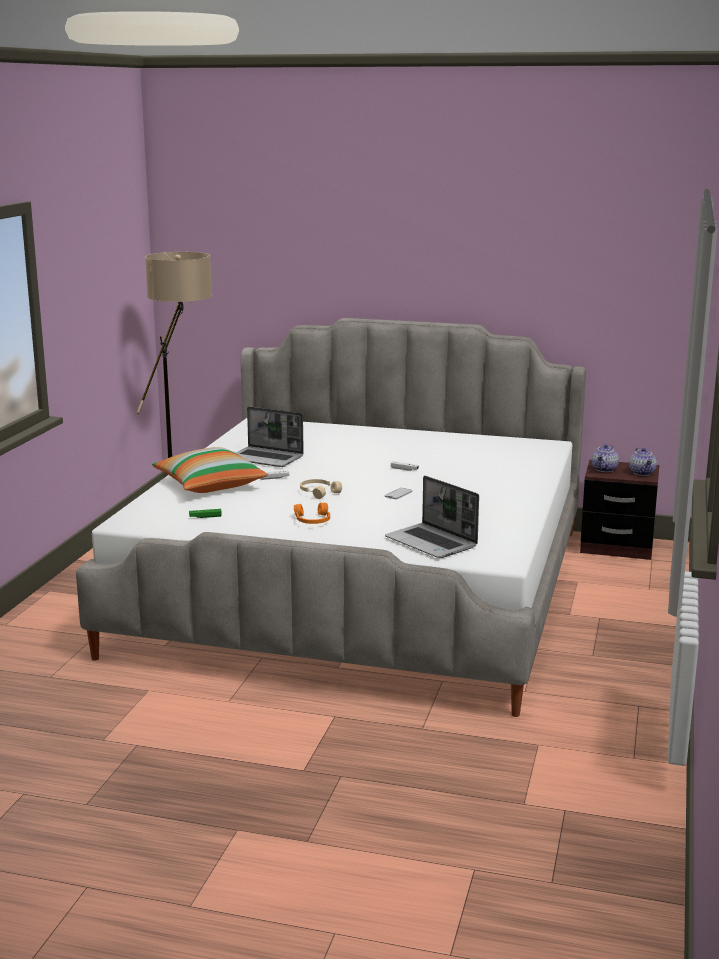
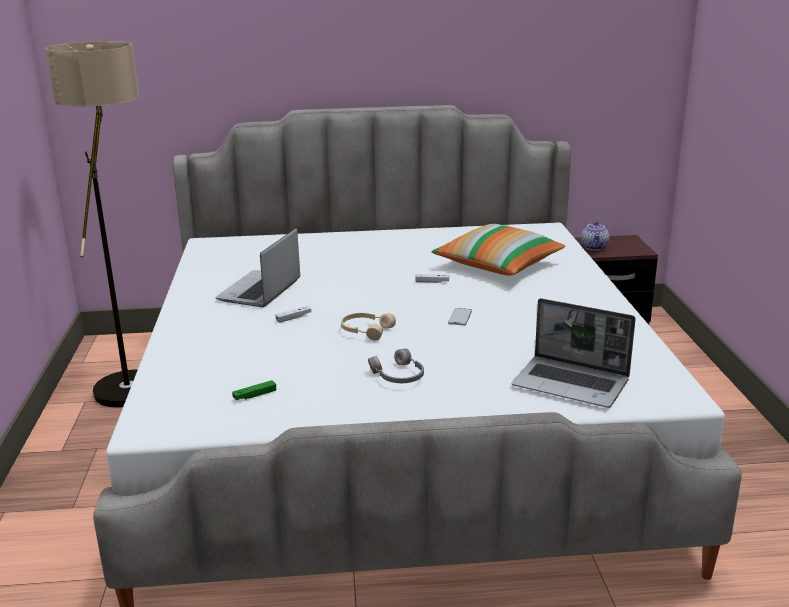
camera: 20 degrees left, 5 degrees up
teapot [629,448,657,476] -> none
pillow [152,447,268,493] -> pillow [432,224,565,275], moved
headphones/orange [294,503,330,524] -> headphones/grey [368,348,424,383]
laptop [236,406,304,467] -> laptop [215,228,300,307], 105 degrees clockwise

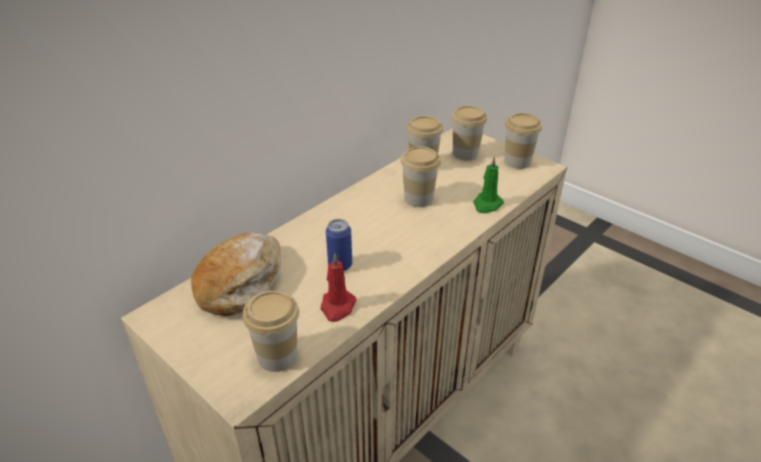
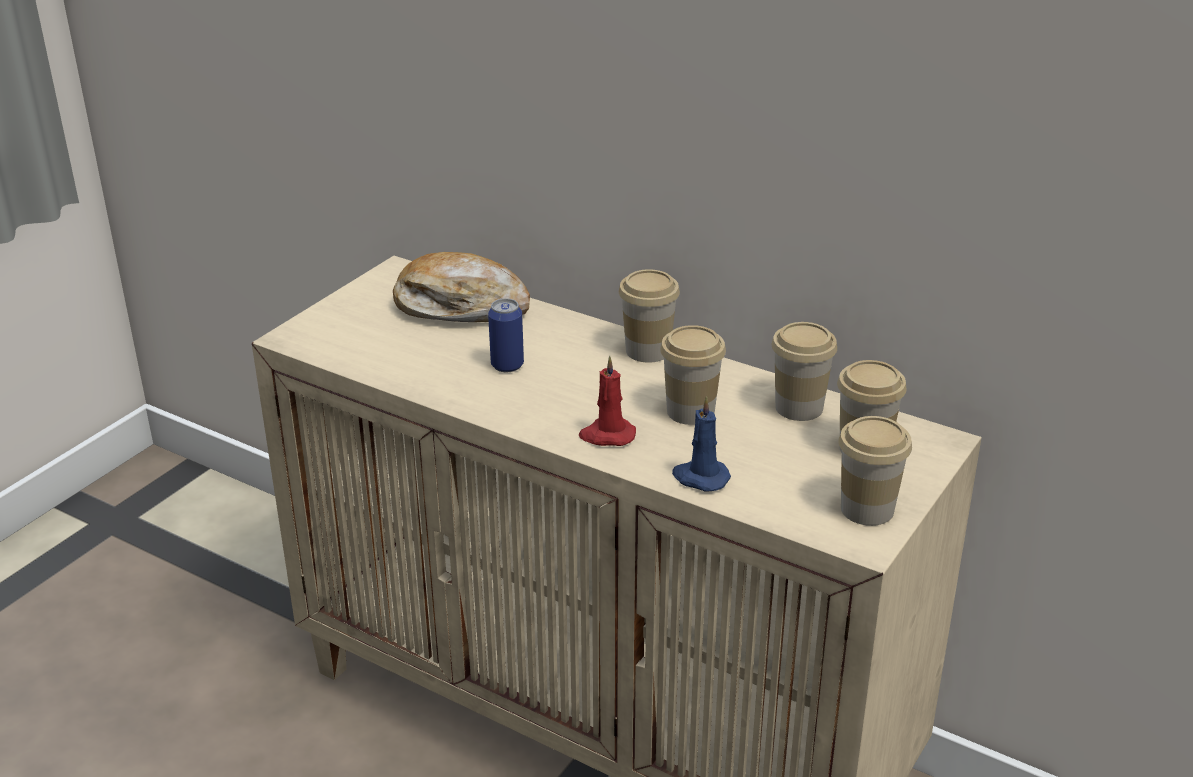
camera: 80 degrees right, 5 degrees down
cup [243,291,299,372] -> cup [619,269,680,363], moved
candle/red [321,254,357,322] -> candle/red [578,356,636,446], moved
candle/green [473,156,504,213] -> candle/blue [672,397,731,491]

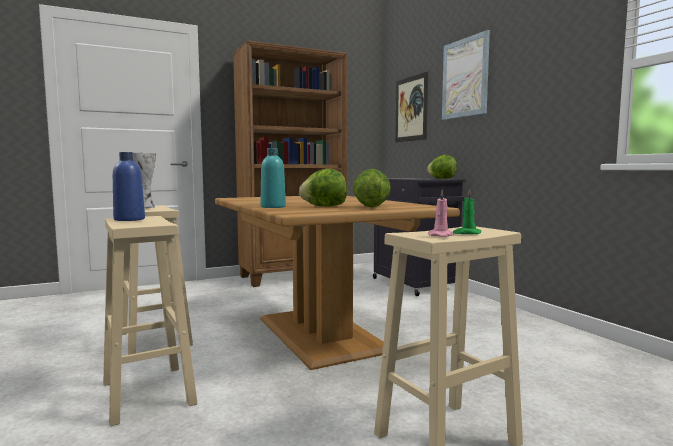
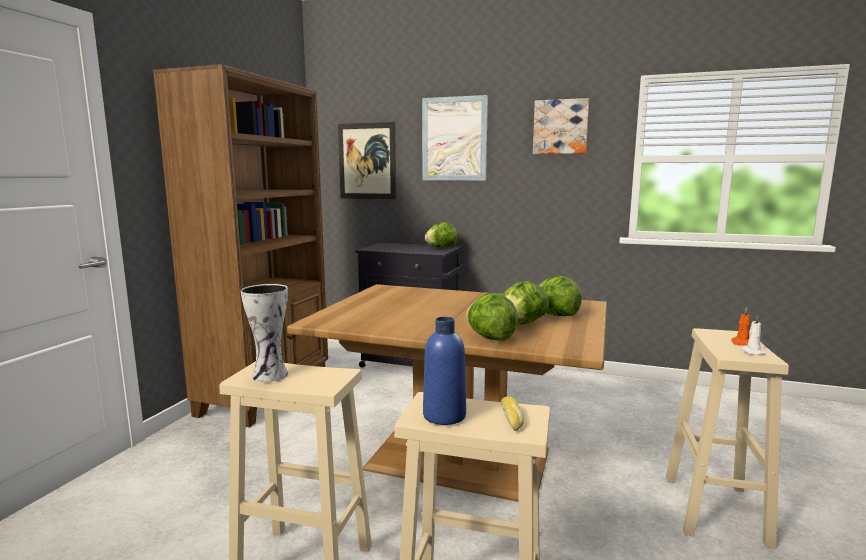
camera: 45 degrees left, 5 degrees up
none -> bread [501,397,524,431]
none -> picture [533,98,589,154]
bottle/turquoise [261,148,286,208] -> lettuce [466,293,518,341]
candle/pink [428,190,453,237] -> candle/white [741,315,766,355]
candle/green [453,189,481,234] -> candle/orange [731,307,750,346]

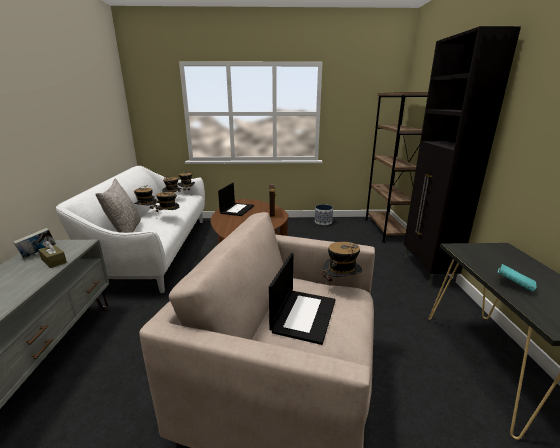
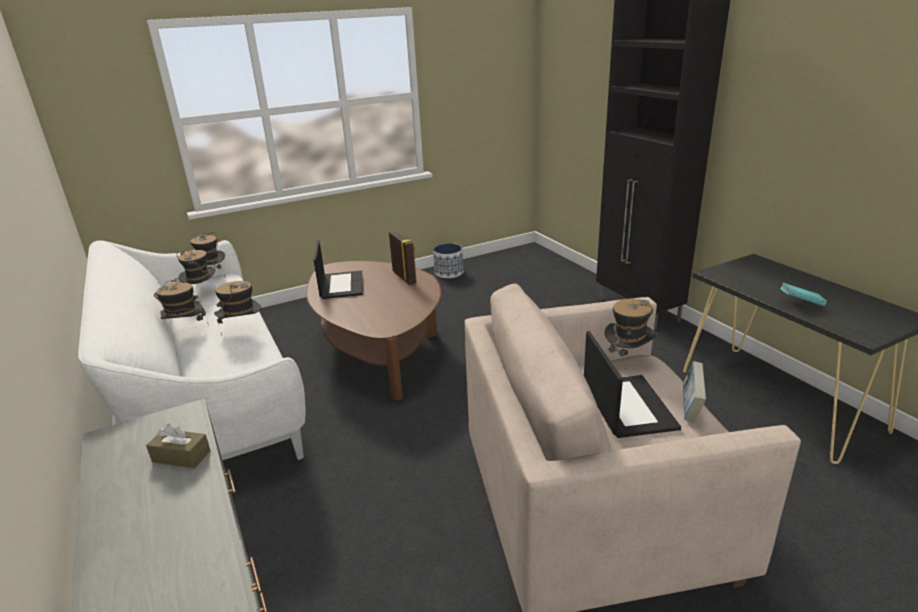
camera: 25 degrees left, 5 degrees up
pillow/grey [95,179,141,233] -> none
bookcase/brown [365,92,428,243] -> none
book [13,228,56,258] -> book [683,361,706,422], moved

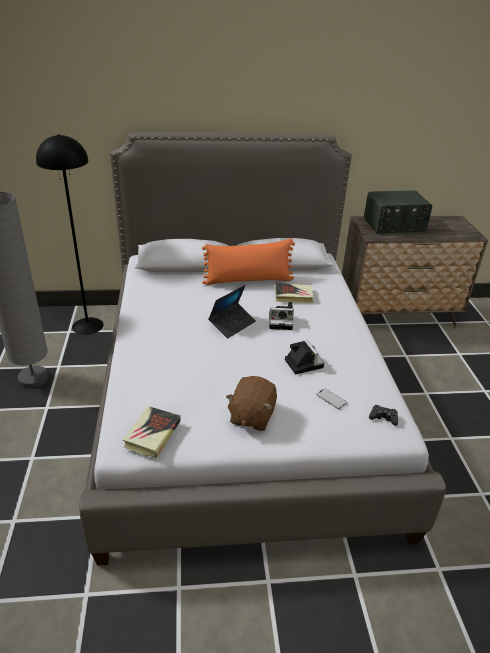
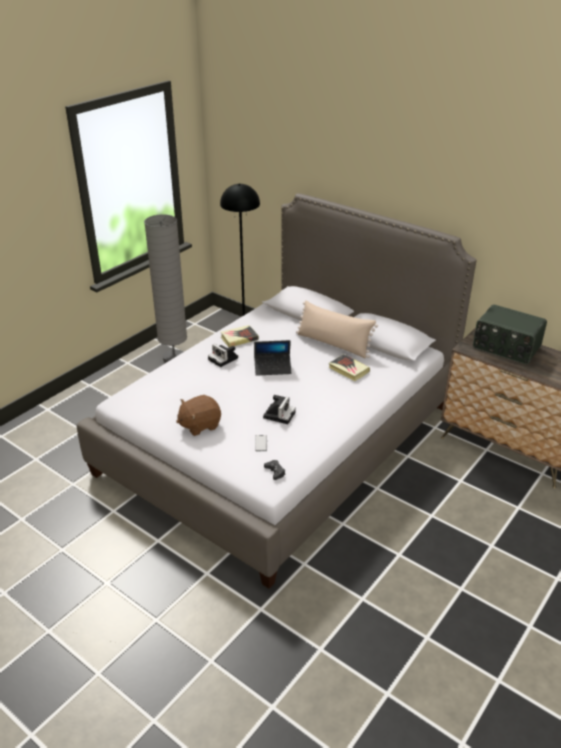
camera: 45 degrees right, 0 degrees up
book [123,406,181,458] -> book [221,325,259,347], moved
photo camera [269,302,294,330] -> photo camera [208,344,238,367], moved
pillow/orange [202,239,295,285] -> pillow/beige [296,300,378,359]

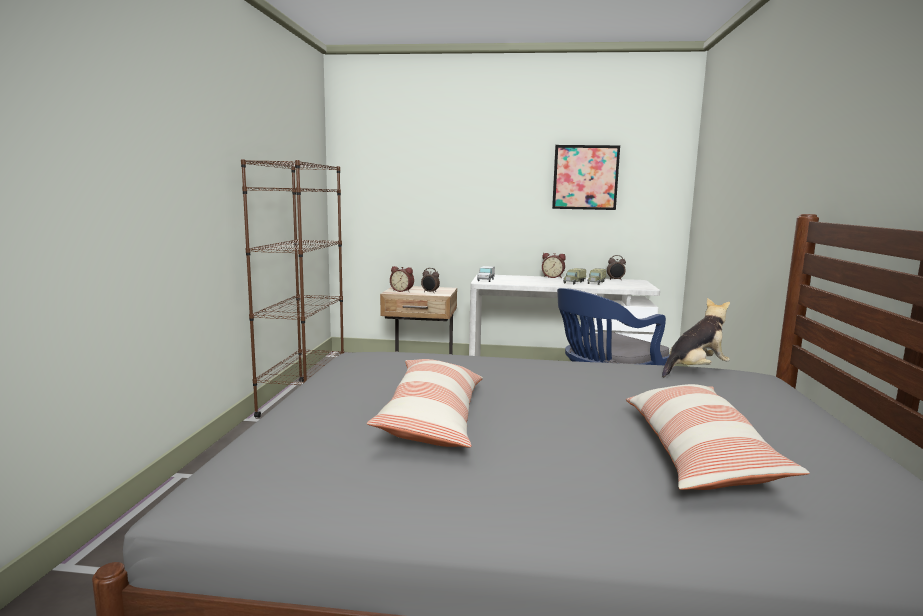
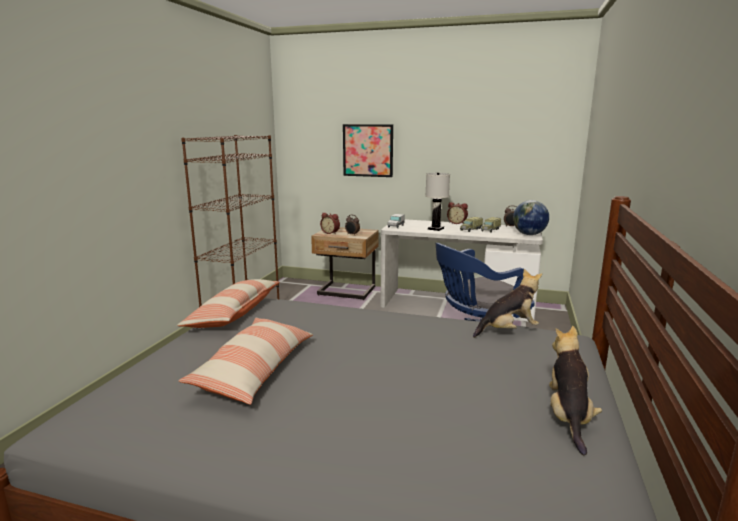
camera: 10 degrees right, 5 degrees up
none -> table lamp/white [425,173,450,231]
none -> globe [513,200,549,235]
none -> plush toy [549,326,602,455]
picture [552,145,620,210] -> picture [343,124,393,177], moved
pillow [626,384,810,490] -> pillow [177,279,279,328], moved

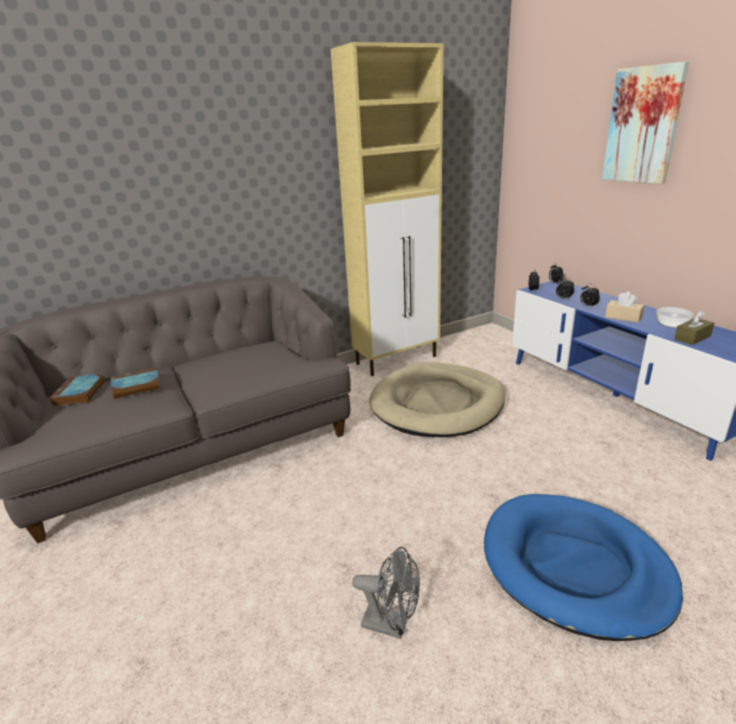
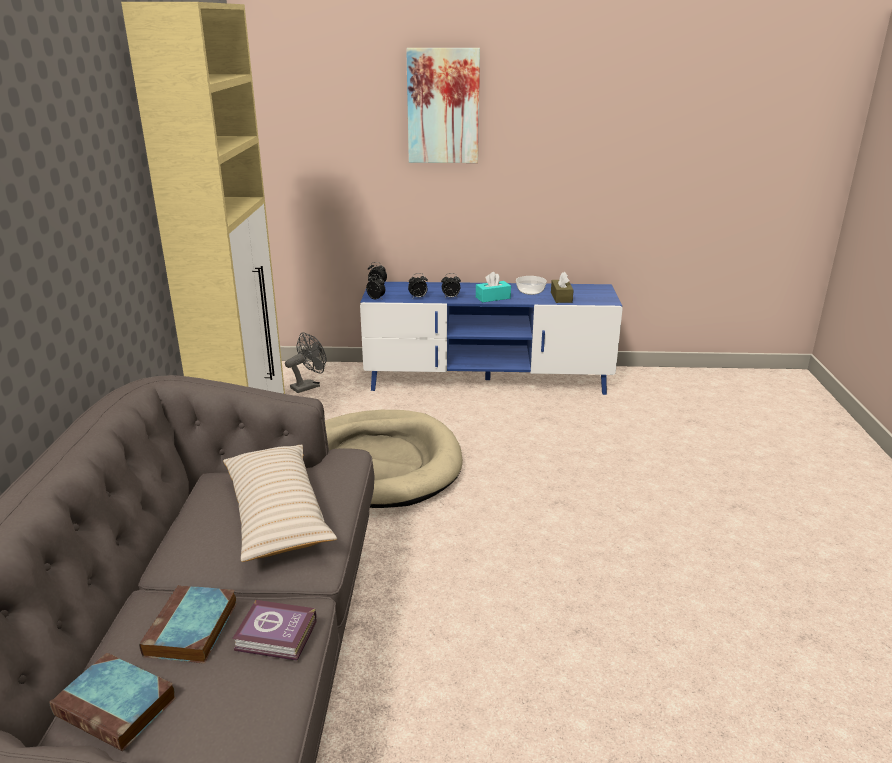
camera: 60 degrees left, 0 degrees up
dog bed/blue [484,494,683,641] -> none
none -> pillow/beige [223,444,337,562]
none -> book [232,600,317,661]
fan/grey [352,547,420,639] -> fan/grey [285,332,326,393], moved
tissue box/beige [605,292,644,323] -> tissue box/turquoise [476,272,511,303]

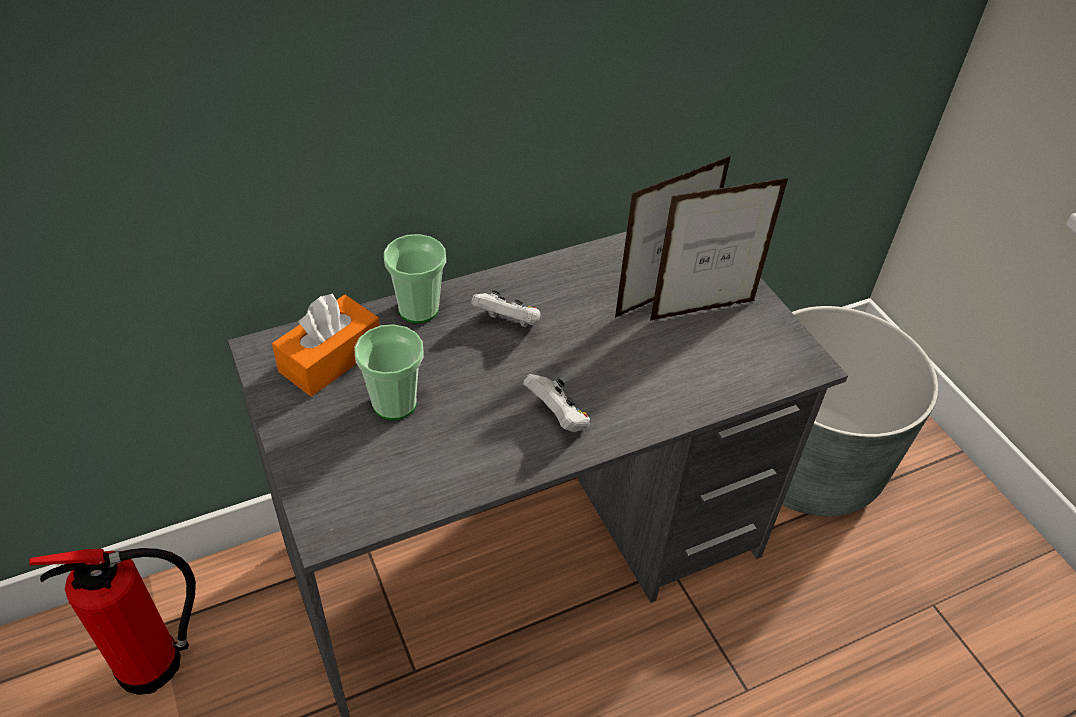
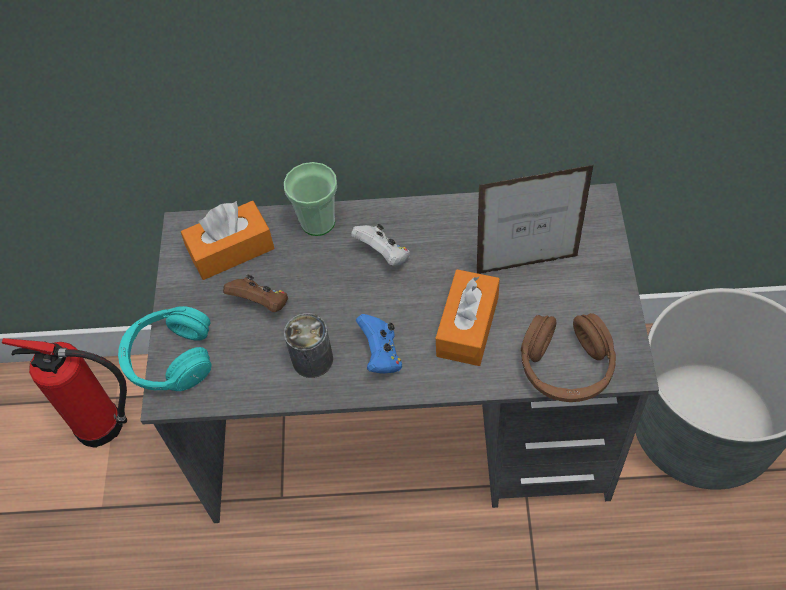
camera: 30 degrees right, 10 degrees up
picture frame [650,178,789,321] -> none
none -> headphones/turquoise [118,306,211,391]
none -> can [284,313,333,378]
none -> tissue box/orange [436,269,500,366]
none -> headphones/brown [521,313,616,402]
cup [355,324,424,420] -> game controller/brown [223,275,288,312]
game controller/white [523,374,590,432] -> game controller/blue [356,314,402,374]

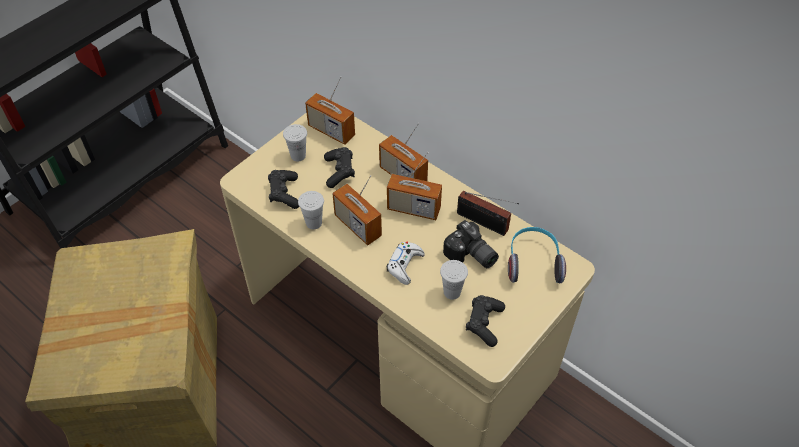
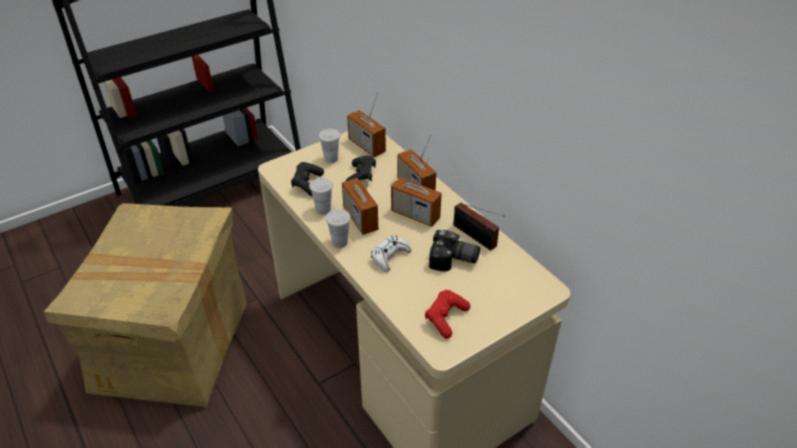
camera: 15 degrees right, 10 degrees down
headphones [508,227,566,283] -> none
cup/white [440,260,468,300] -> cup/white [326,209,351,248], moved
game controller/black [466,295,505,347] -> game controller/red [425,290,470,339]
photo camera [443,220,499,268] -> photo camera [429,230,480,272], 45 degrees counterclockwise

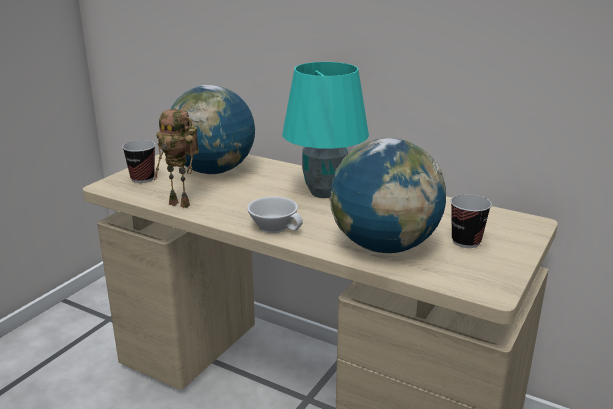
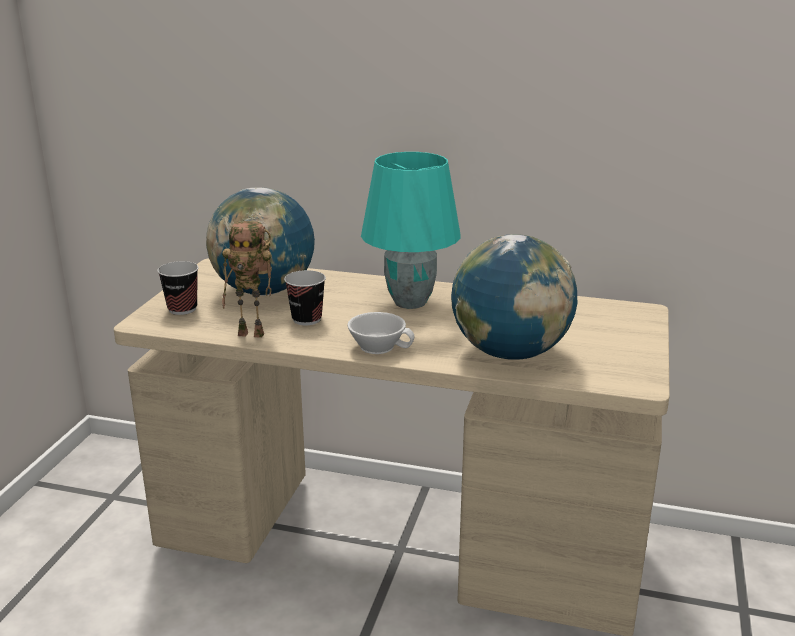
camera: 15 degrees left, 0 degrees up
cup [450,194,492,248] -> cup [284,270,326,325], moved

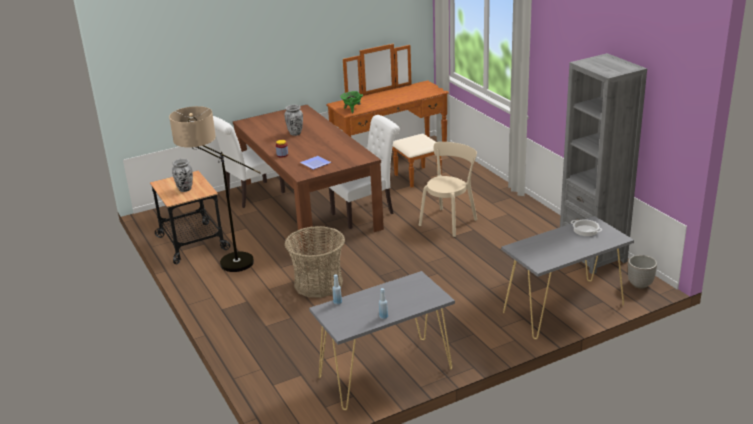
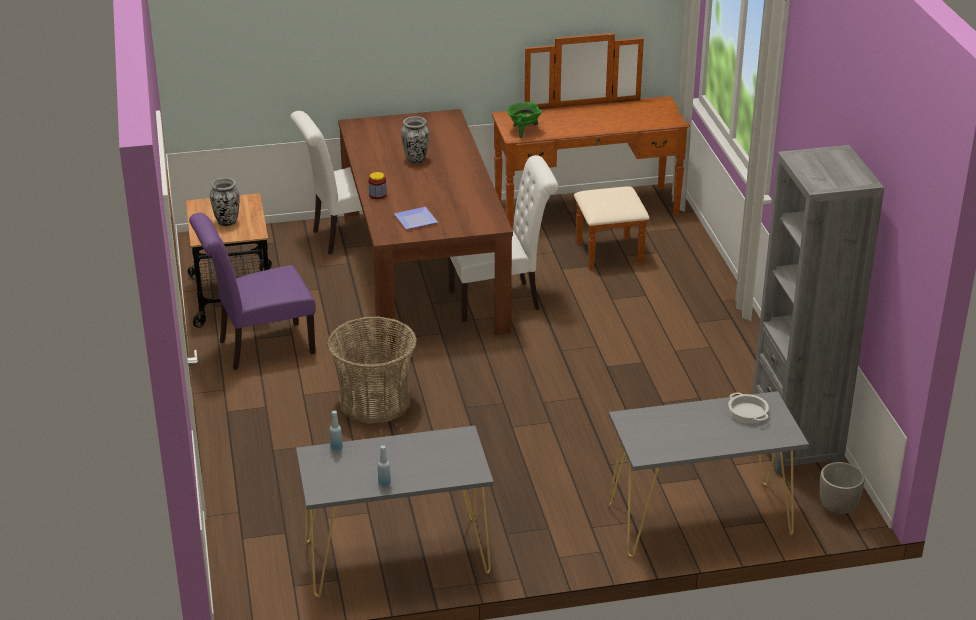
camera: 15 degrees right, 5 degrees up
chair/beige [419,142,477,237] -> none
floor lamp [169,106,261,272] -> chair/purple [189,213,316,370]

